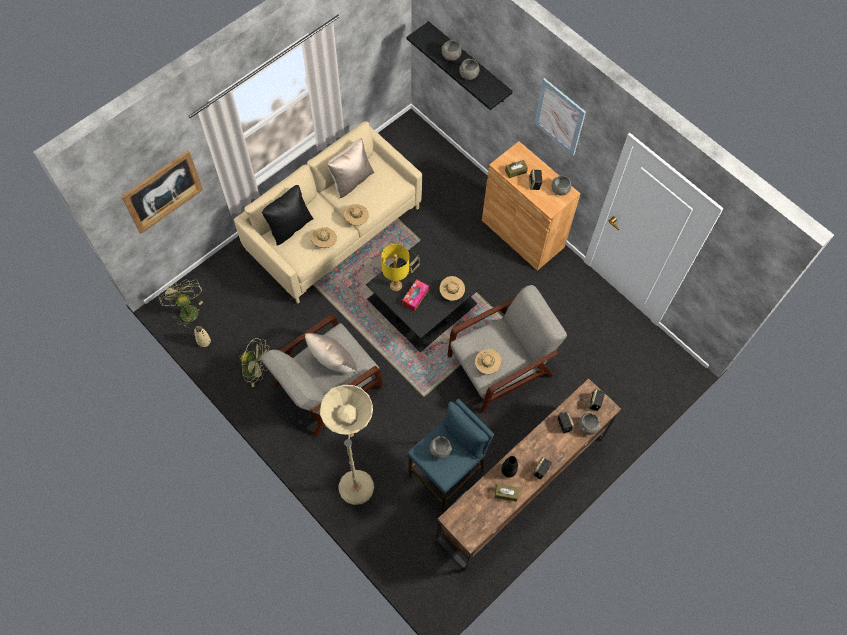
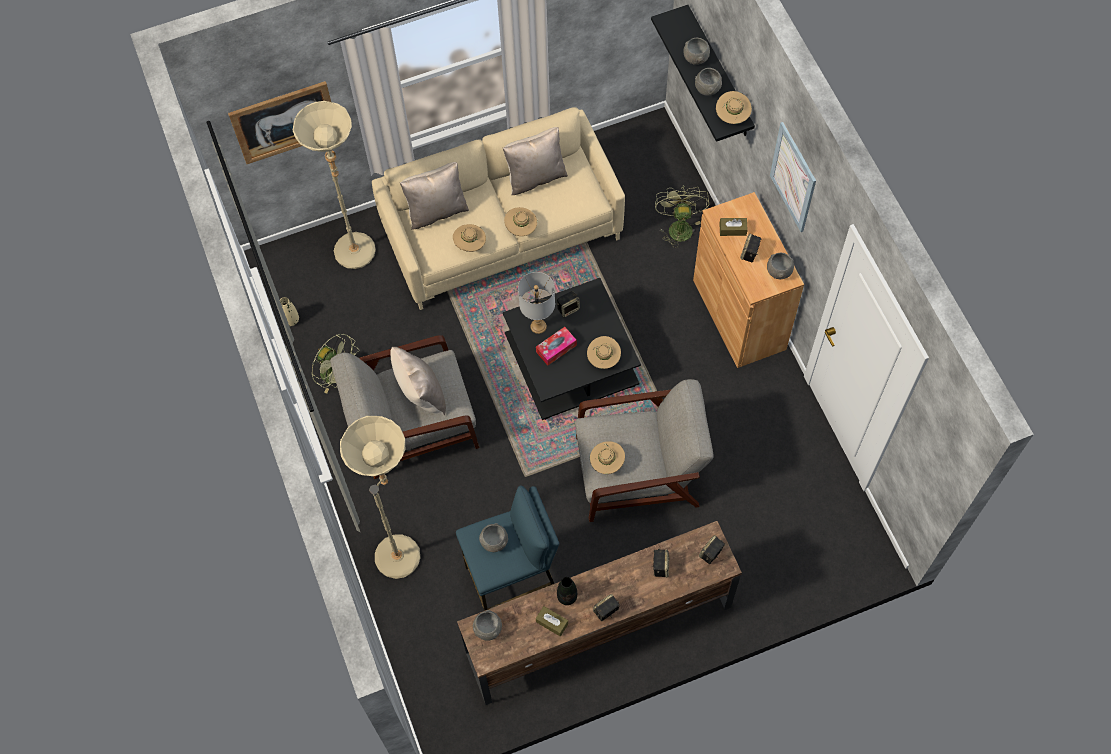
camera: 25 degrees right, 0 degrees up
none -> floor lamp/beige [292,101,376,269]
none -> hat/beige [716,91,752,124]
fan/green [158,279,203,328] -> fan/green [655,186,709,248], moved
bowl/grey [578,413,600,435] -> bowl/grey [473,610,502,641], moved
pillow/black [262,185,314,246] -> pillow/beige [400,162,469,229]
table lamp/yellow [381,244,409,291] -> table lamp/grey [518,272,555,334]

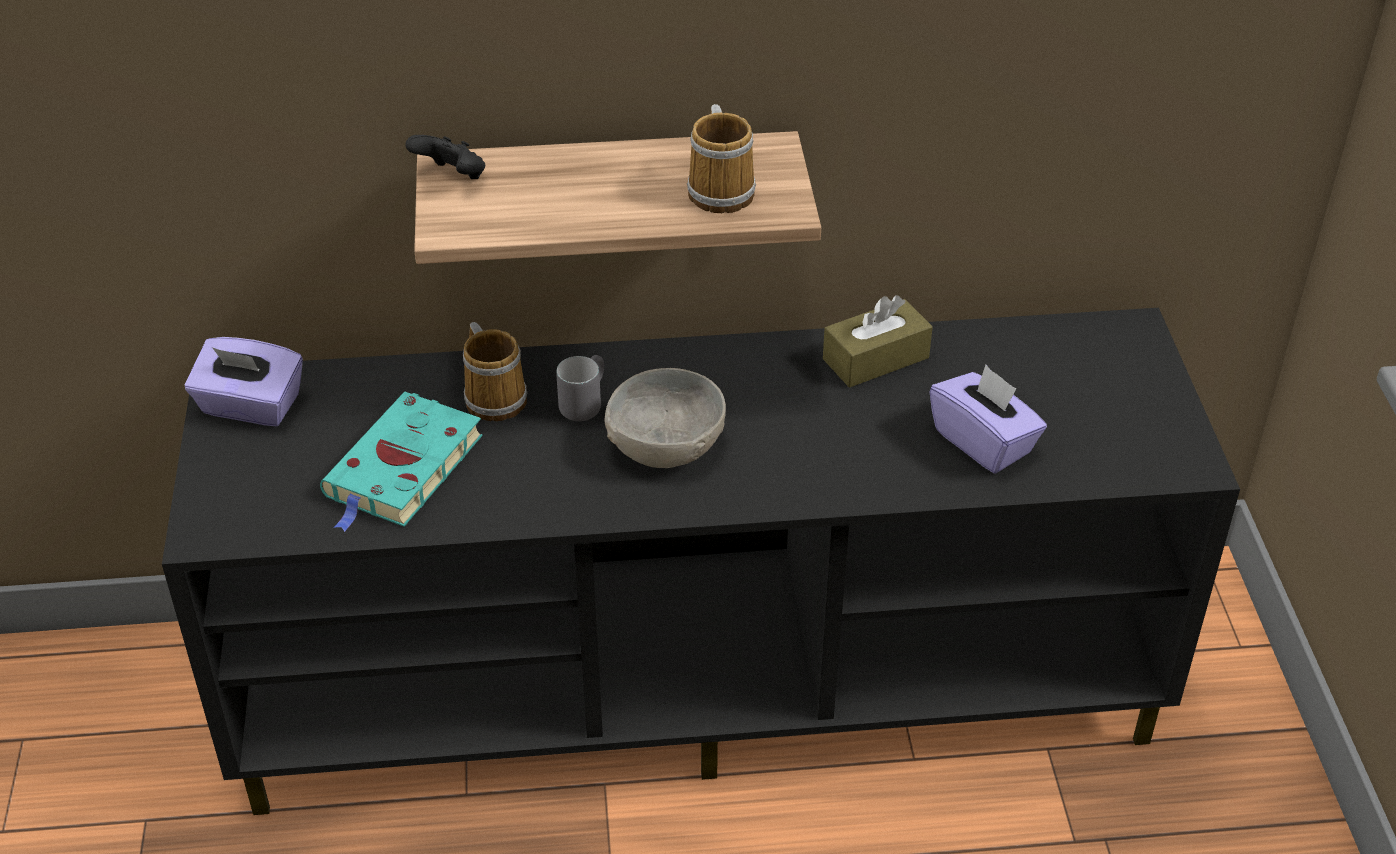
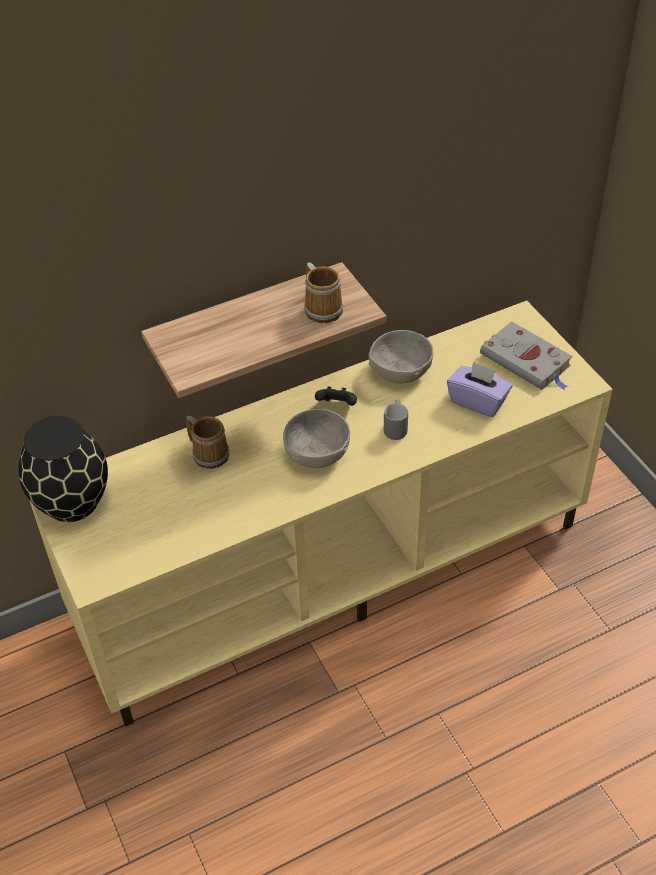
camera: 20 degrees left, 5 degrees up
book/turquoise [320,392,483,532] -> none
none -> book/grey [480,322,572,390]
game controller/black [405,135,485,179] -> game controller/black [315,386,357,406], moved
mug/grey [556,355,604,421] -> mug/grey [384,400,408,440], moved
tissue box/purple [185,337,303,426] -> vase/black [18,416,108,522]
tissue box/brown [823,295,933,388] -> bowl/grey [368,330,433,384]
tv stand/black [162,308,1240,815] -> tv stand/beige [30,301,613,727]

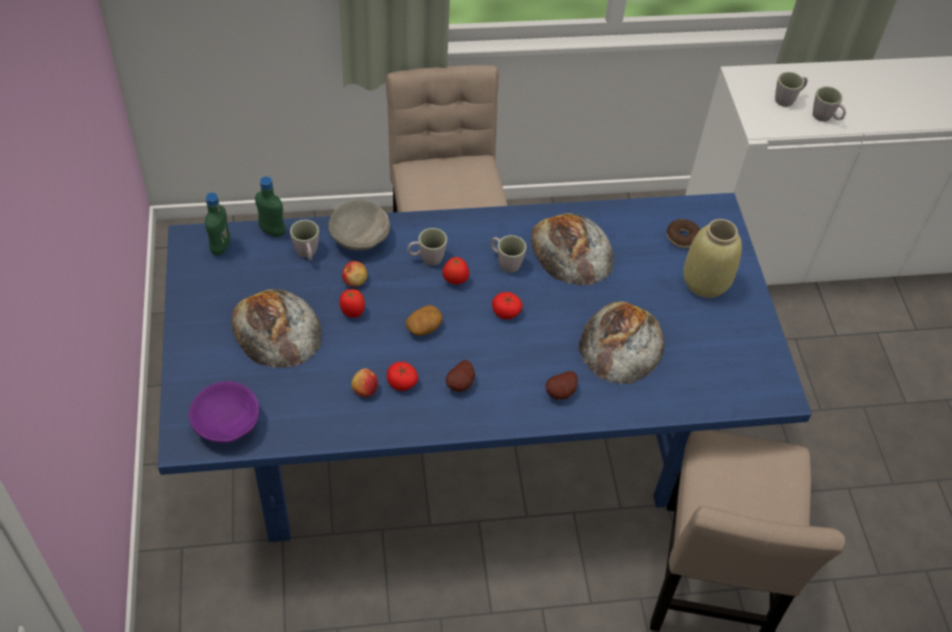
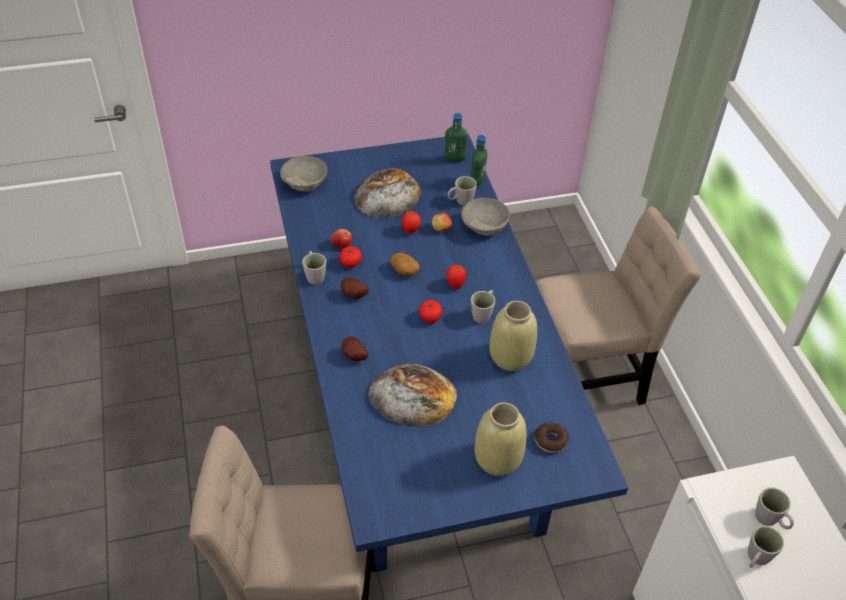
camera: 85 degrees right, 5 degrees down
mug/grey [408,228,447,266] -> mug/grey [302,251,326,284], moved
bread [531,213,614,286] -> vase/beige [490,301,537,371]
bowl/purple [189,381,259,443] -> bowl/grey [280,156,327,192]

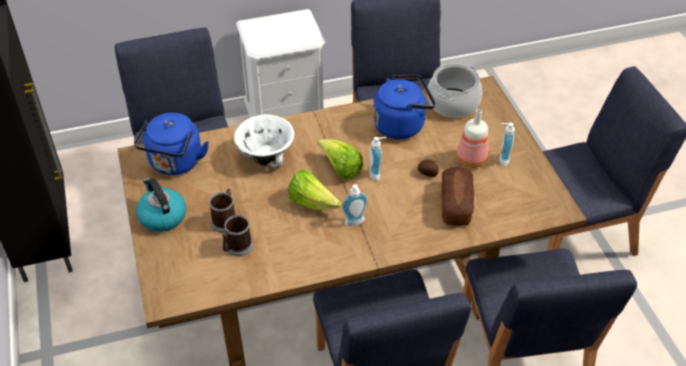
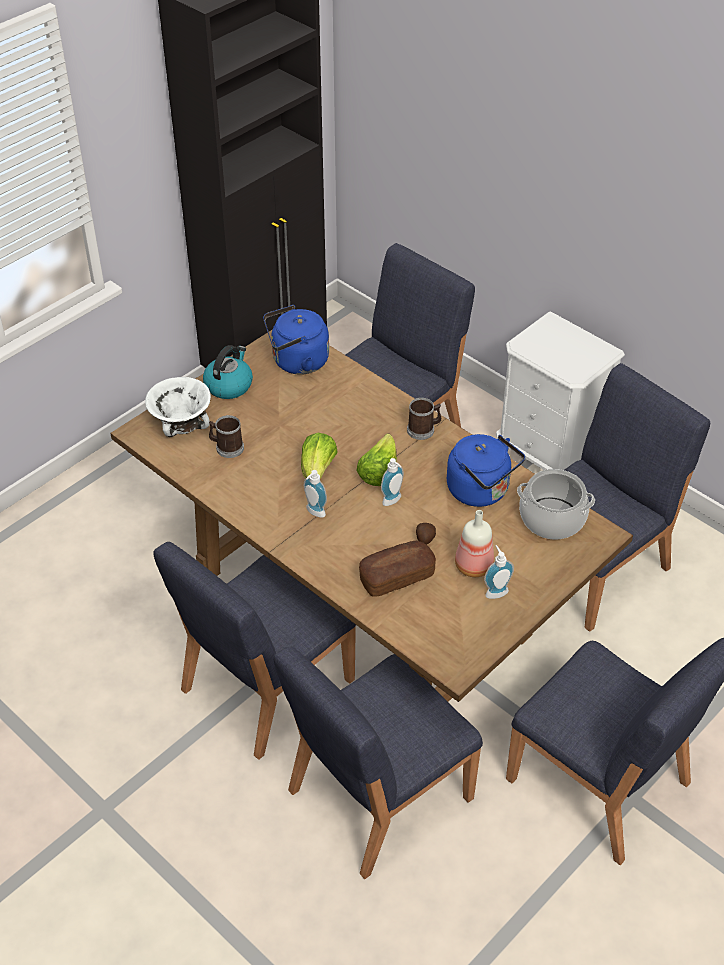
camera: 60 degrees right, 0 degrees up
mug [209,189,235,233] -> mug [407,398,441,440], moved
bowl/white [234,114,295,168] -> bowl/white [145,377,211,437], moved

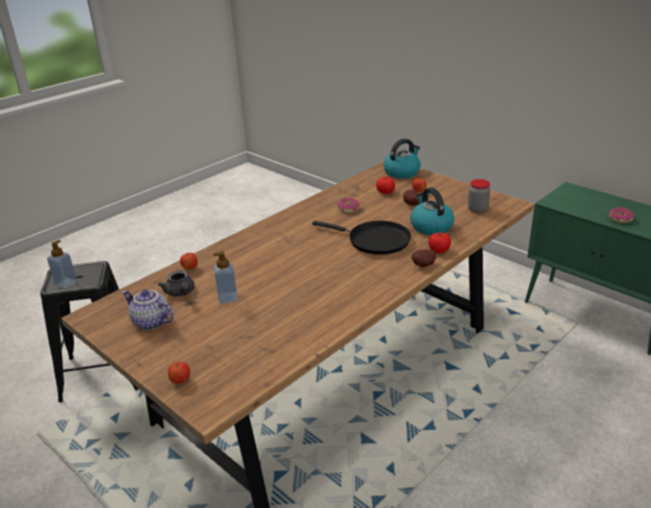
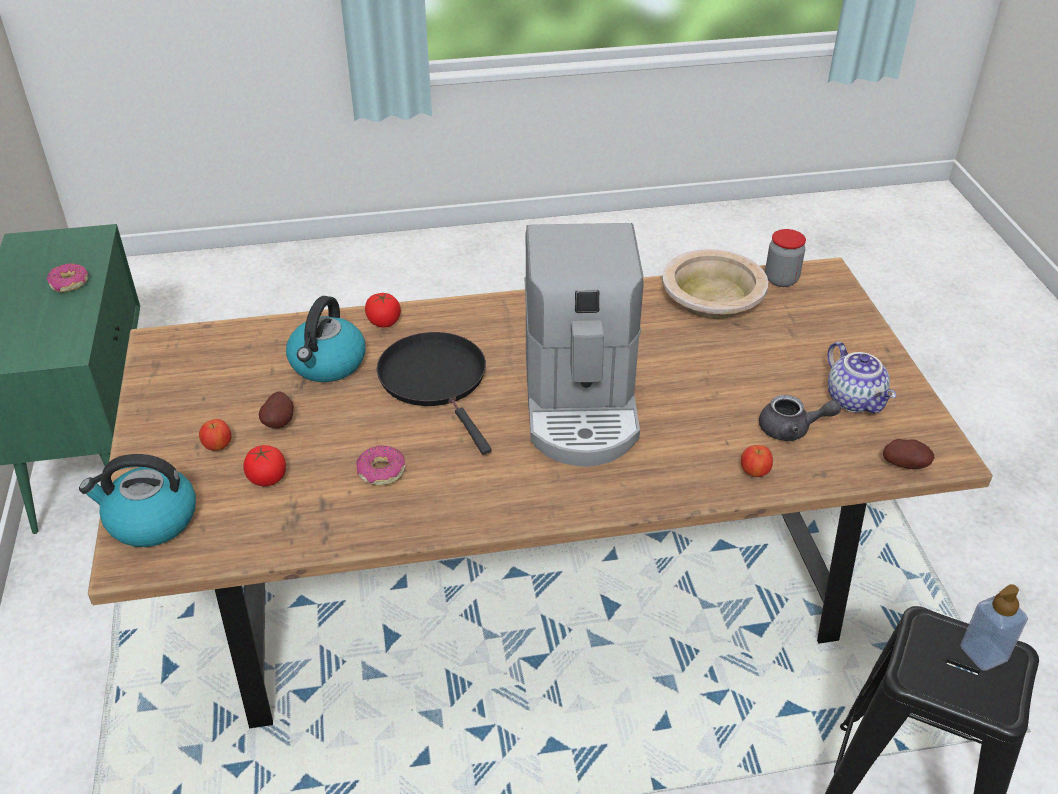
camera: 145 degrees left, 10 degrees up
apple [168,362,190,384] -> none
soap dispenser [213,251,238,304] -> none
none -> coffee machine [525,223,644,467]
none -> bowl/beige [662,249,768,319]
potato [412,250,436,267] -> potato [883,439,935,469], moved
jar [468,179,490,213] -> jar [765,229,806,287], moved
teapot/grey [158,270,195,297] -> teapot/grey [759,395,841,441], 90 degrees clockwise

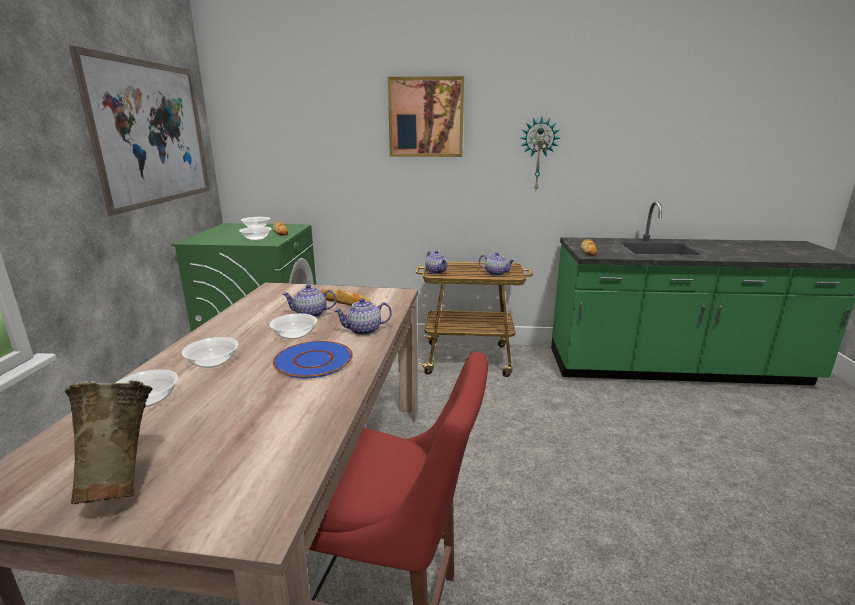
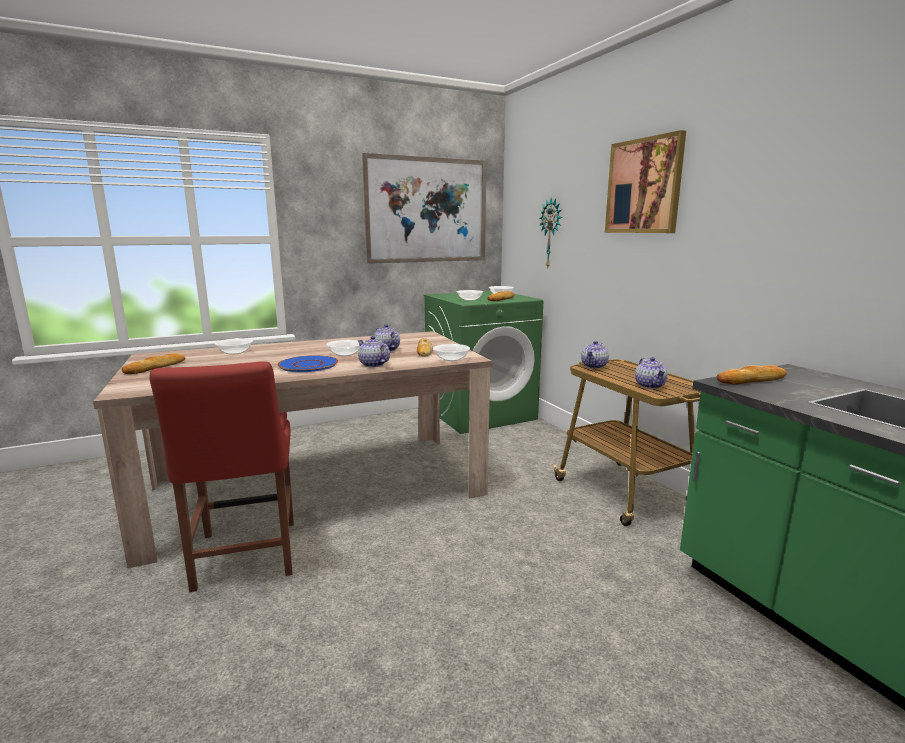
camera: 60 degrees right, 5 degrees down
bowl [182,337,238,368] -> bowl [433,344,470,361], moved
wall clock [521,117,560,190] -> wall clock [539,198,562,267], moved
vase/beige [65,380,153,504] -> bread [122,353,185,374]

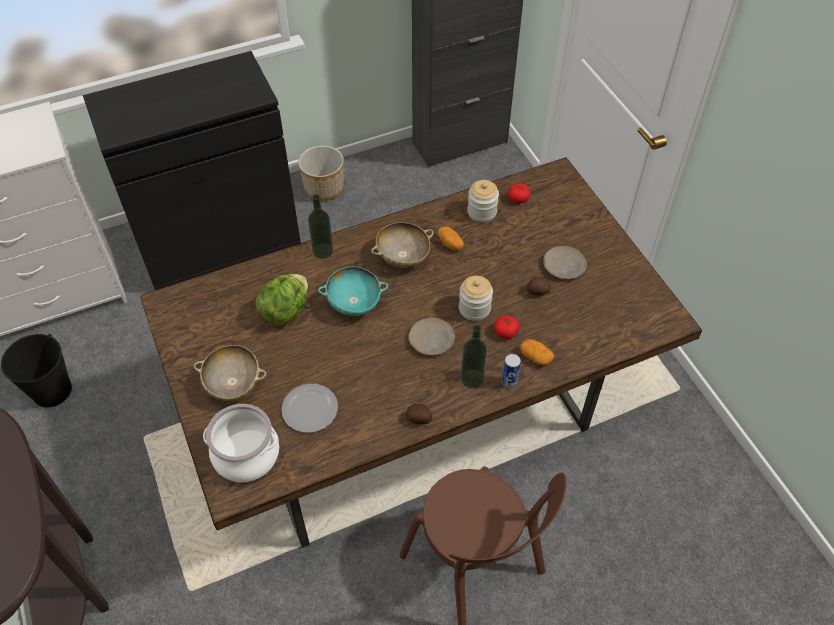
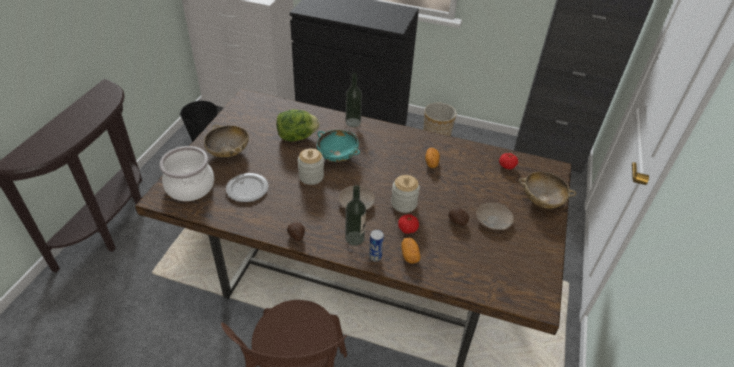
camera: 40 degrees right, 10 degrees down
bowl/beige [371,222,434,268] -> bowl/beige [519,172,576,209], moved
jar [467,180,499,222] -> jar [298,149,324,185], moved

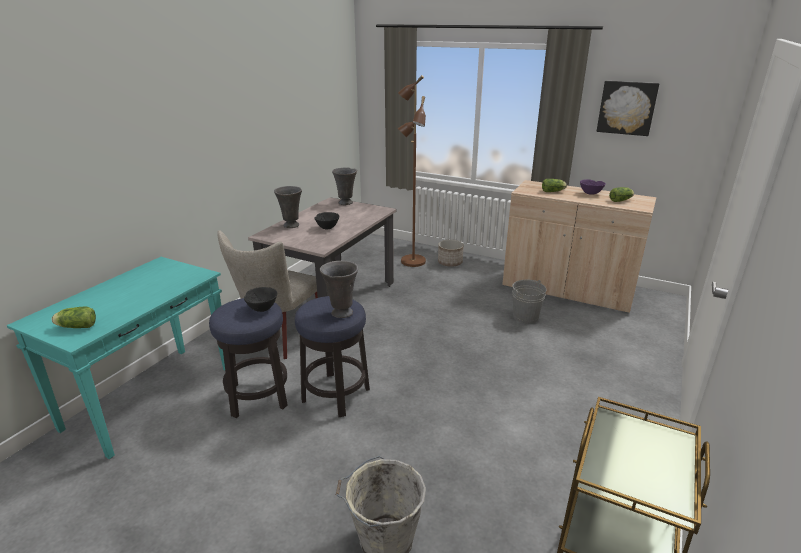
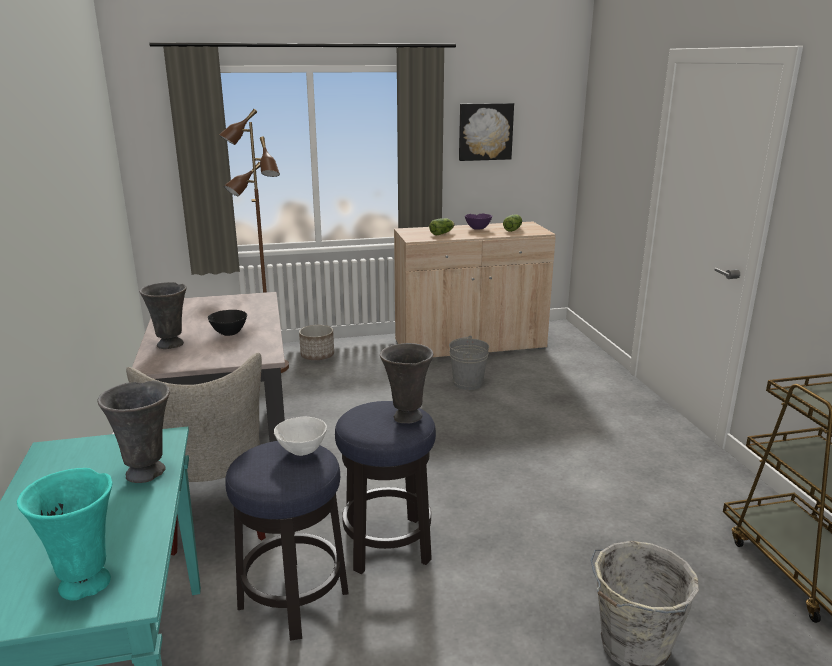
camera: 40 degrees left, 5 degrees down
vase/grey [332,168,357,205] -> vase/grey [98,380,170,483], moved
lettuce [52,306,96,328] -> vase/turquoise [17,468,113,600]
bowl/black [244,287,277,312] -> bowl/white [274,417,327,456]

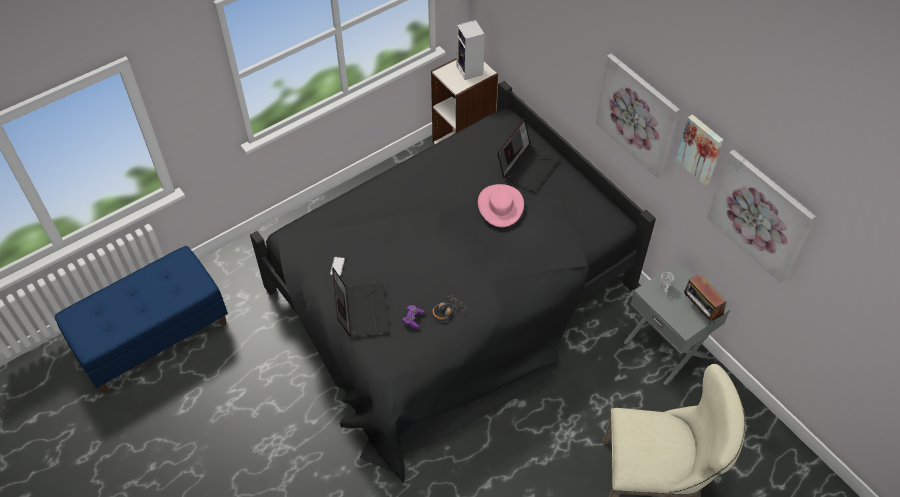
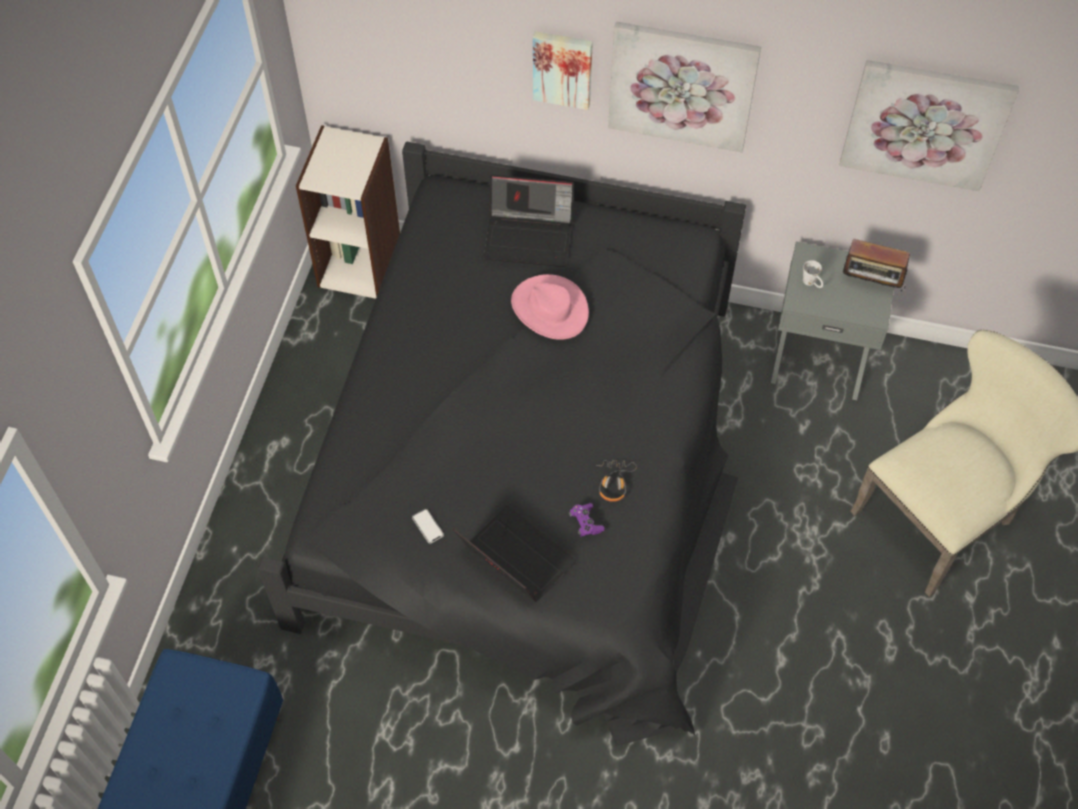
camera: 40 degrees left, 5 degrees up
speaker [456,20,485,80] -> none
picture [676,114,723,185] -> picture [533,31,593,110], moved
laptop [497,119,559,192] -> laptop [483,175,574,267], 105 degrees clockwise

